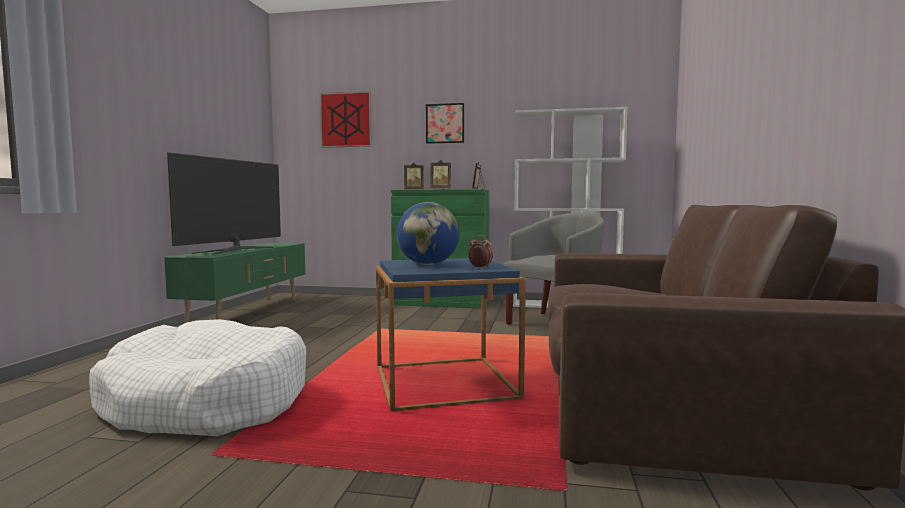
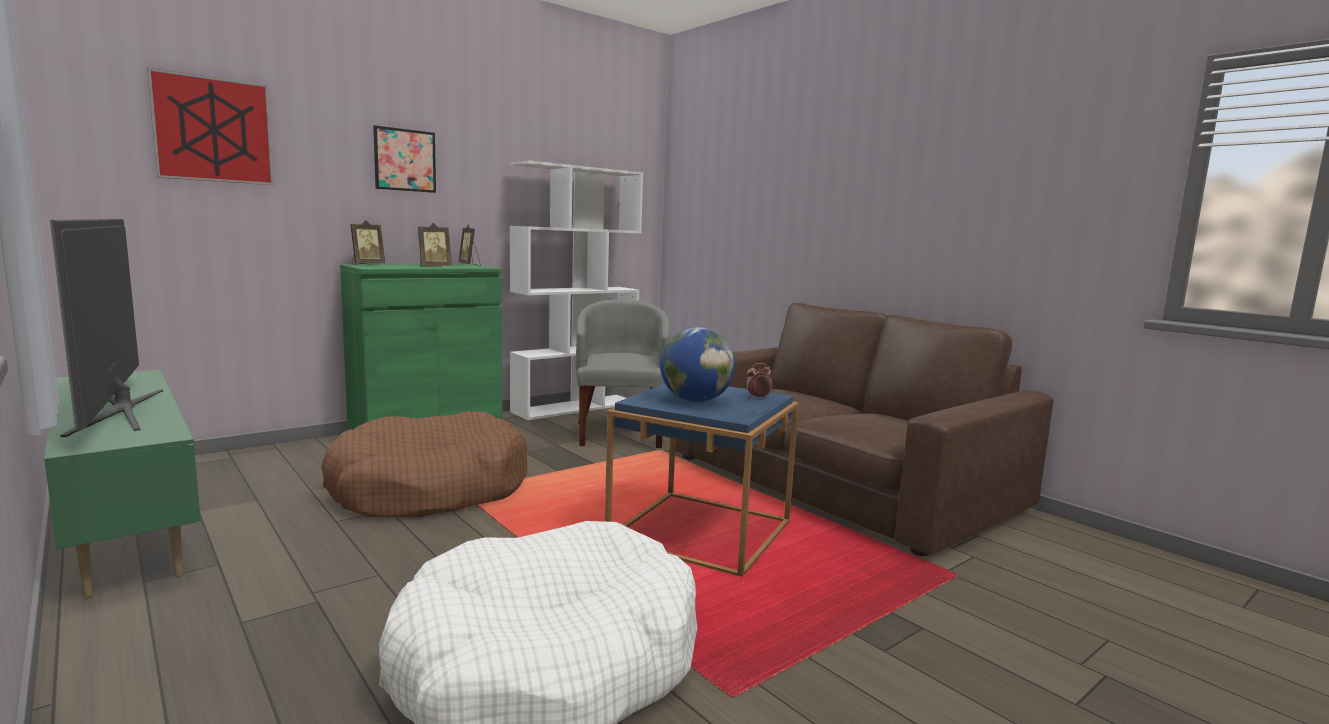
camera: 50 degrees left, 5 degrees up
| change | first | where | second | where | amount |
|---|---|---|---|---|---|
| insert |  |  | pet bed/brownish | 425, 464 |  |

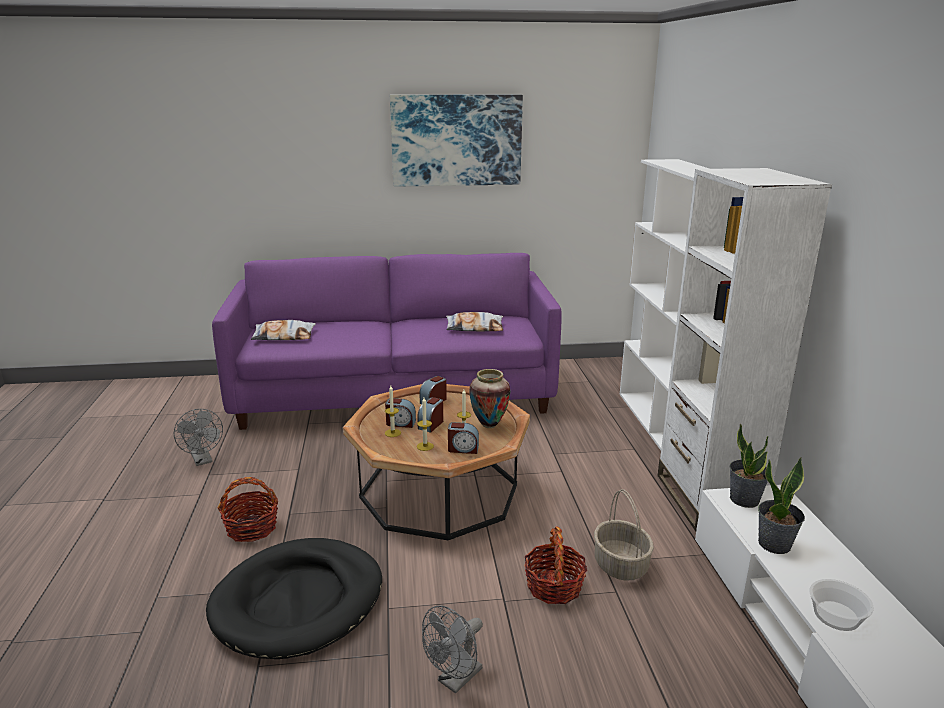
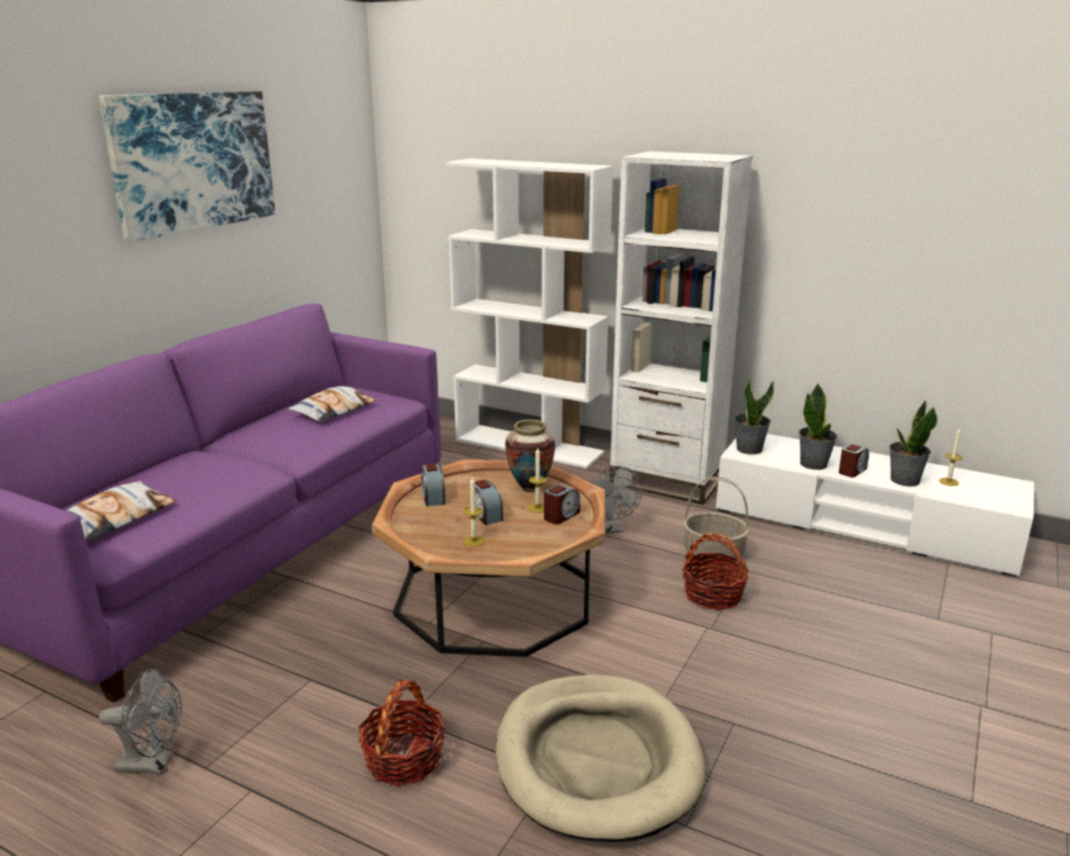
camera: 55 degrees left, 0 degrees up
| change | first | where | second | where | amount |
|---|---|---|---|---|---|
| recolor | pet bed/black-coloured | 294, 598 | pet bed/beige | 600, 758 |  |
| move | table clock | 400, 413 |  | 854, 460 |  |
| move | wax light | 425, 424 |  | 950, 456 |  |
| move | electric fan/greyish | 452, 650 |  | 617, 500 |  |
| replace | bowl | 842, 605 | potted plant | 913, 443 |  |

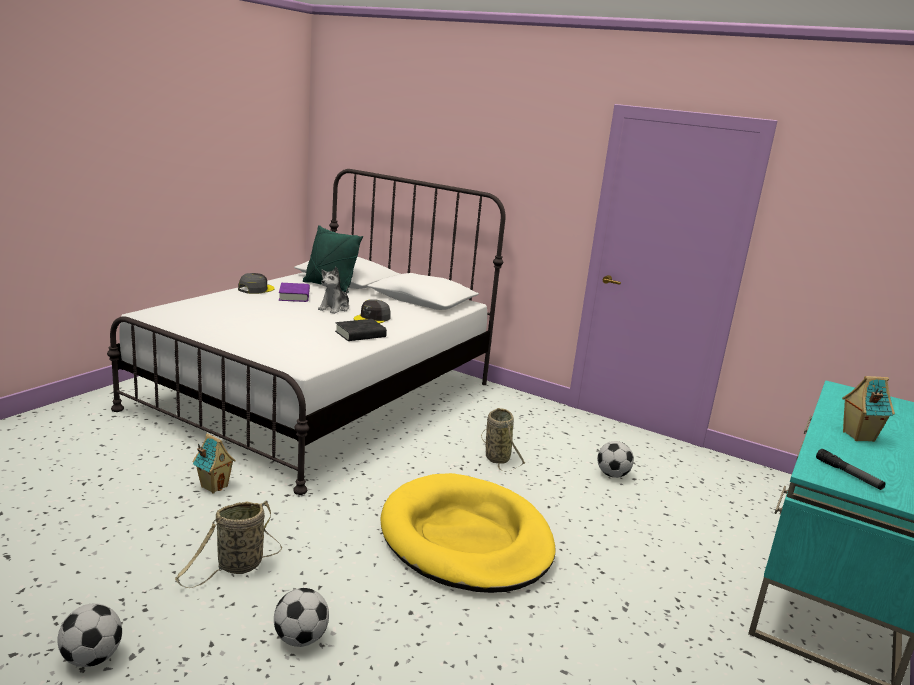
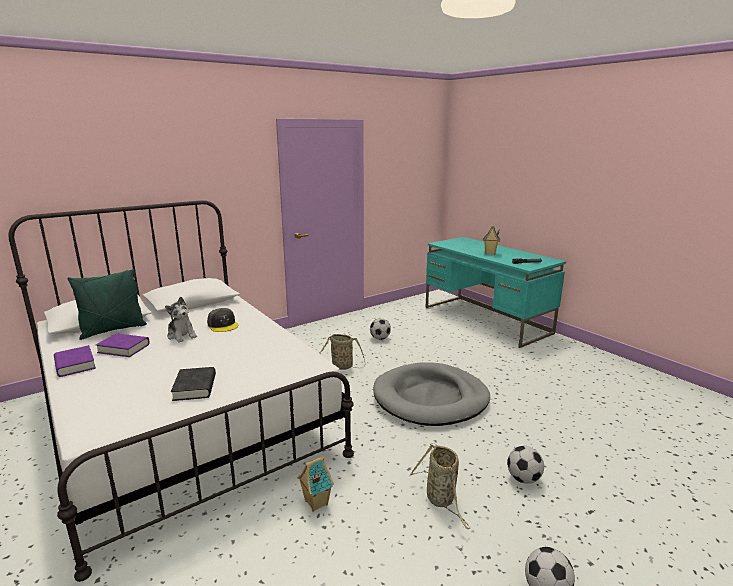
camera: 65 degrees left, 0 degrees up
| change | first | where | second | where | amount |
|---|---|---|---|---|---|
| replace | baseball cap/greyish | 256, 283 | volume/purple-coloured | 75, 361 |  |
| move | volume/black-coloured | 361, 330 |  | 193, 384 |  |
| recolor | pet bed/yellowish | 468, 533 | pet bed/greyish | 431, 394 |  |

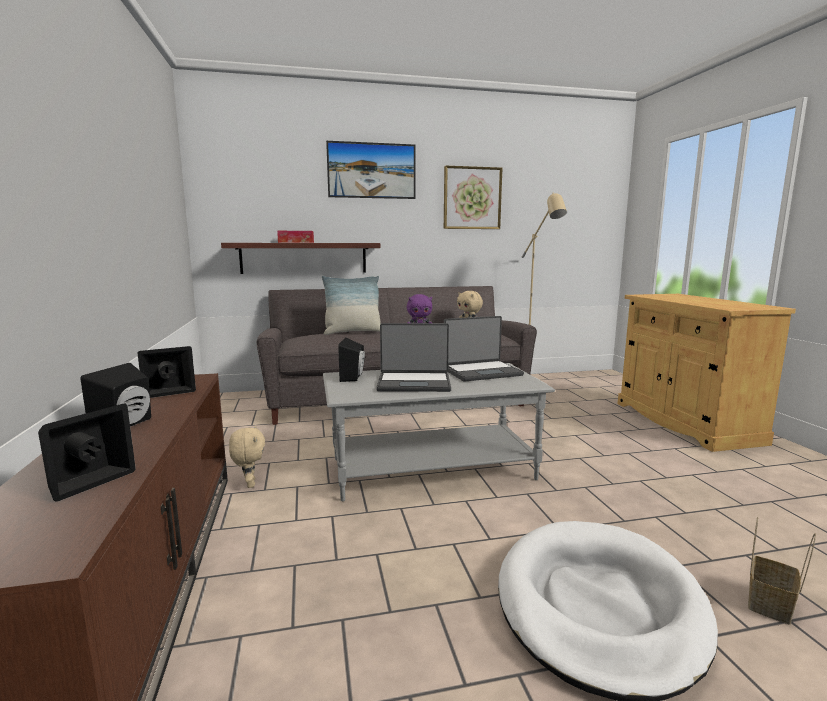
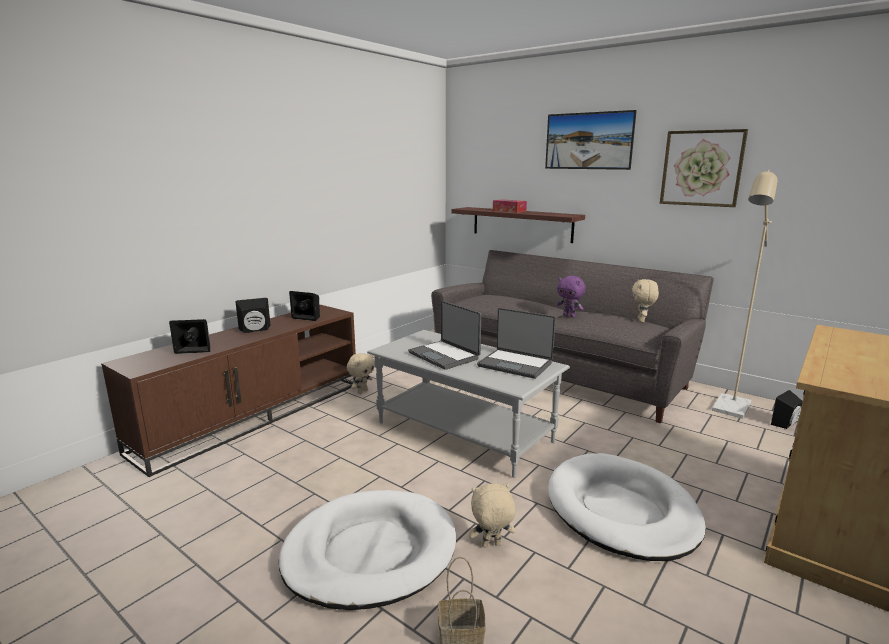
camera: 50 degrees right, 5 degrees up
| change | first | where | second | where | amount |
|---|---|---|---|---|---|
| delete | pillow | 351, 305 |  |  |  |
| move | audio speaker/black-coloured | 351, 359 |  | 787, 409 |  |
| insert |  |  | soft toy/beige | 492, 515 |  |
| insert |  |  | pet bed/white | 627, 507 |  |

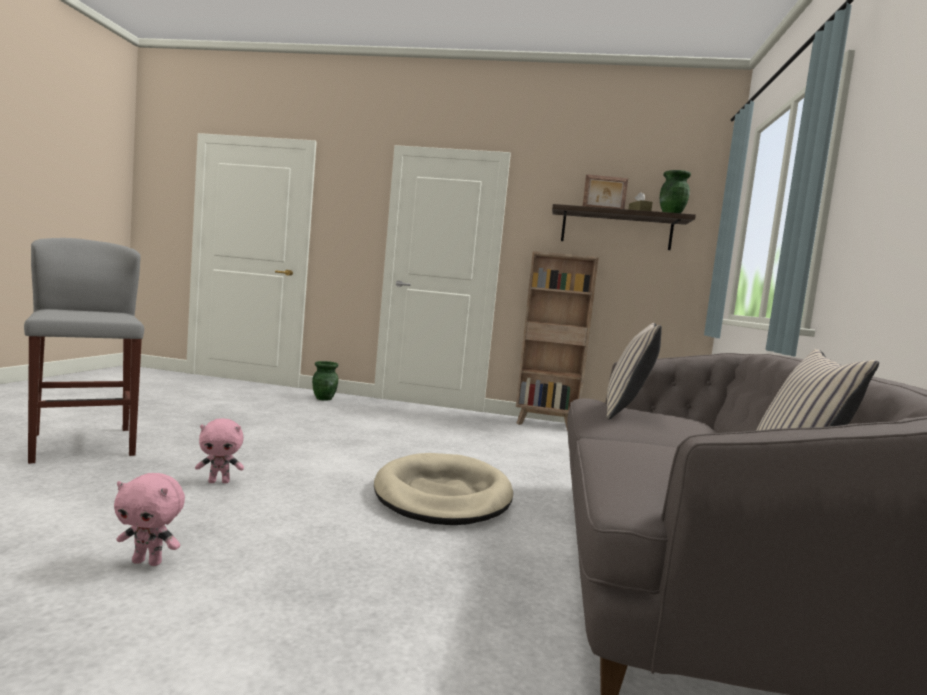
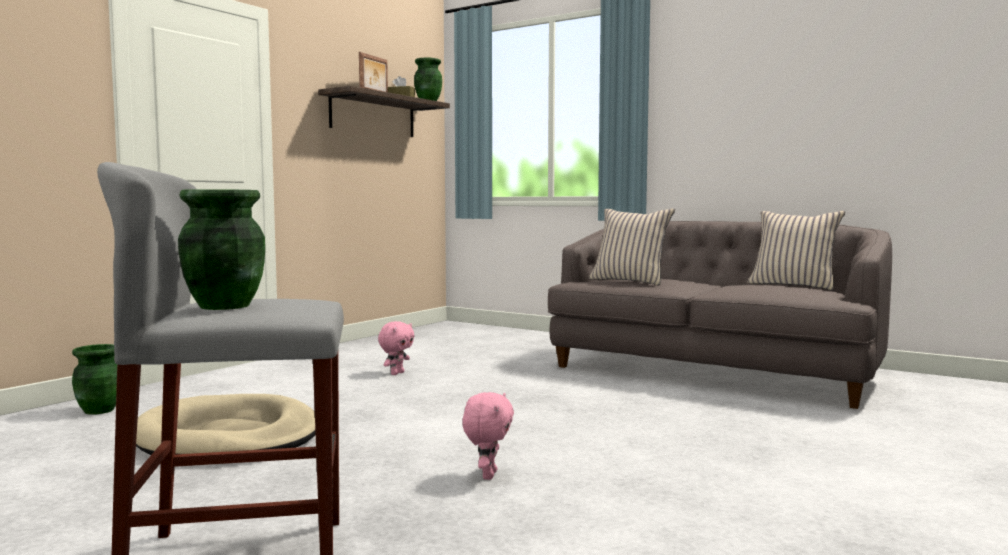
camera: 65 degrees left, 0 degrees up
| change | first | where | second | where | amount |
|---|---|---|---|---|---|
| move | soft toy/pink-coloured | 149, 519 |  | 396, 348 |  |
| move | pet bed/beige | 443, 489 |  | 226, 424 |  |
| delete | bookcase/brownish | 557, 340 |  |  |  |
| insert |  |  | flower vase/green | 221, 249 |  |

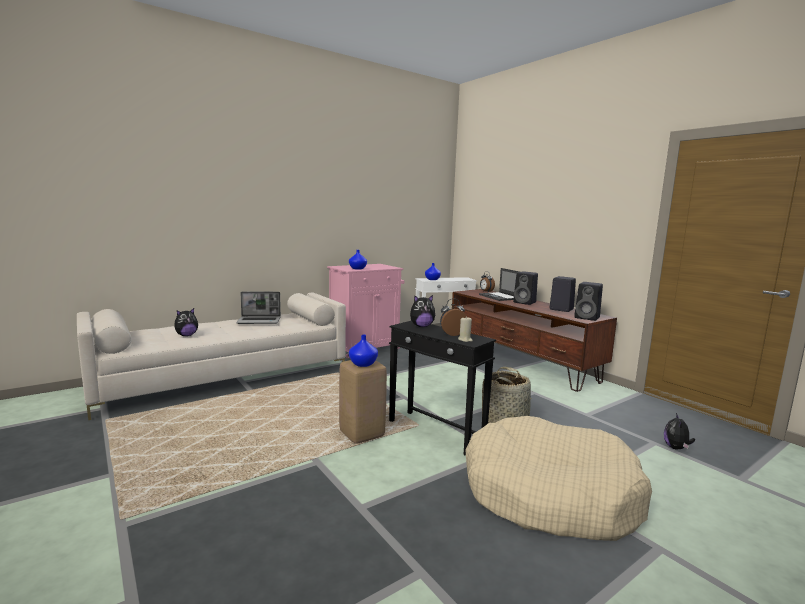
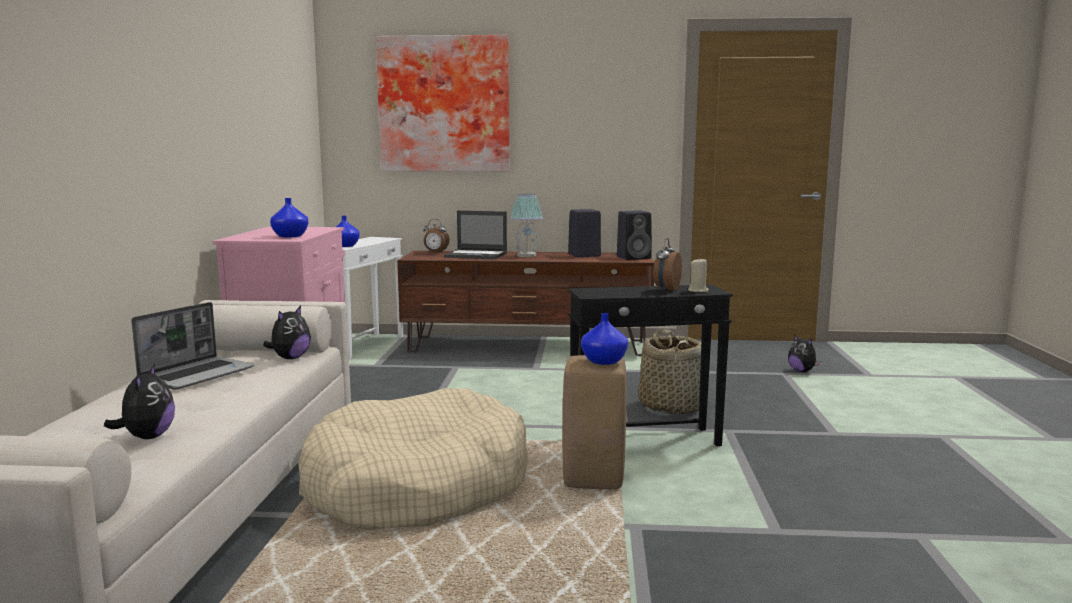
camera: 50 degrees left, 0 degrees up
| change | first | where | second | where | amount |
|---|---|---|---|---|---|
| move | soft toy | 422, 311 |  | 287, 332 |  |
| move | pet bed/beige | 558, 478 |  | 413, 459 |  |
| replace | audio speaker/black-coloured | 525, 288 | lamp for a table | 526, 225 |  |
| insert |  |  | wall art | 443, 103 |  |

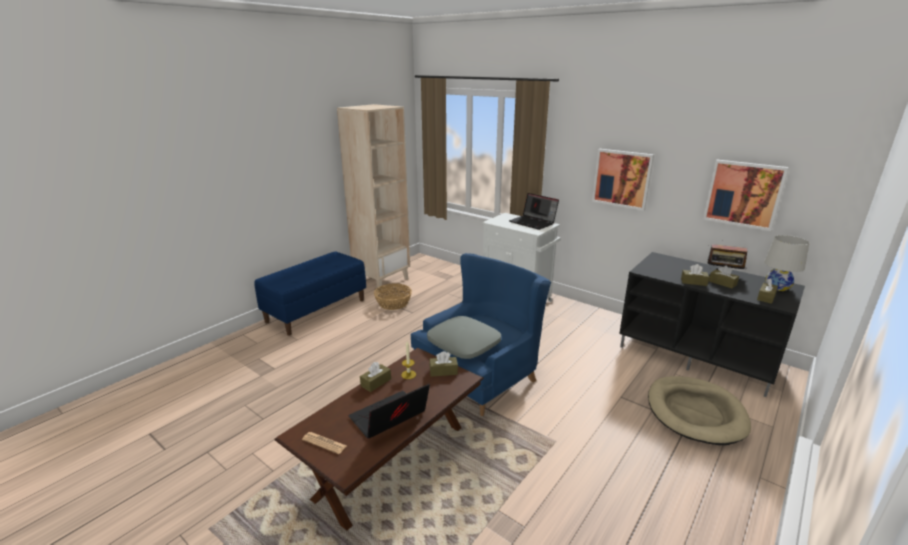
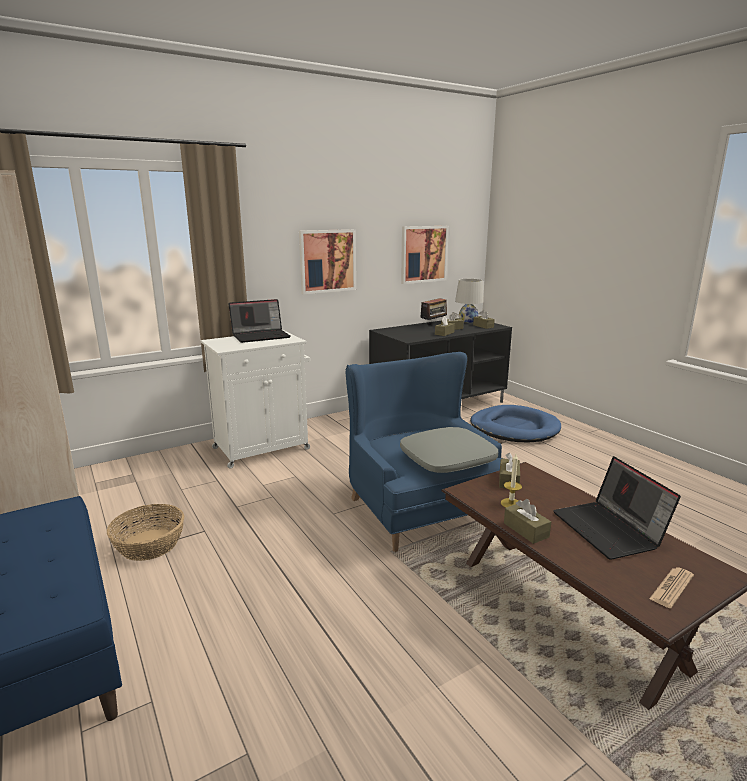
camera: 70 degrees left, 5 degrees down
| change | first | where | second | where | amount |
|---|---|---|---|---|---|
| recolor | pet bed/beige | 699, 410 | pet bed/blue-coloured | 515, 423 |  |

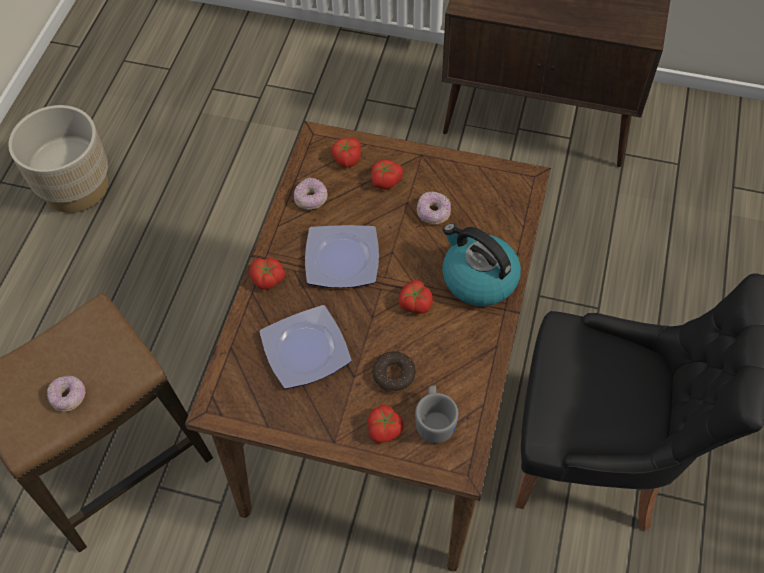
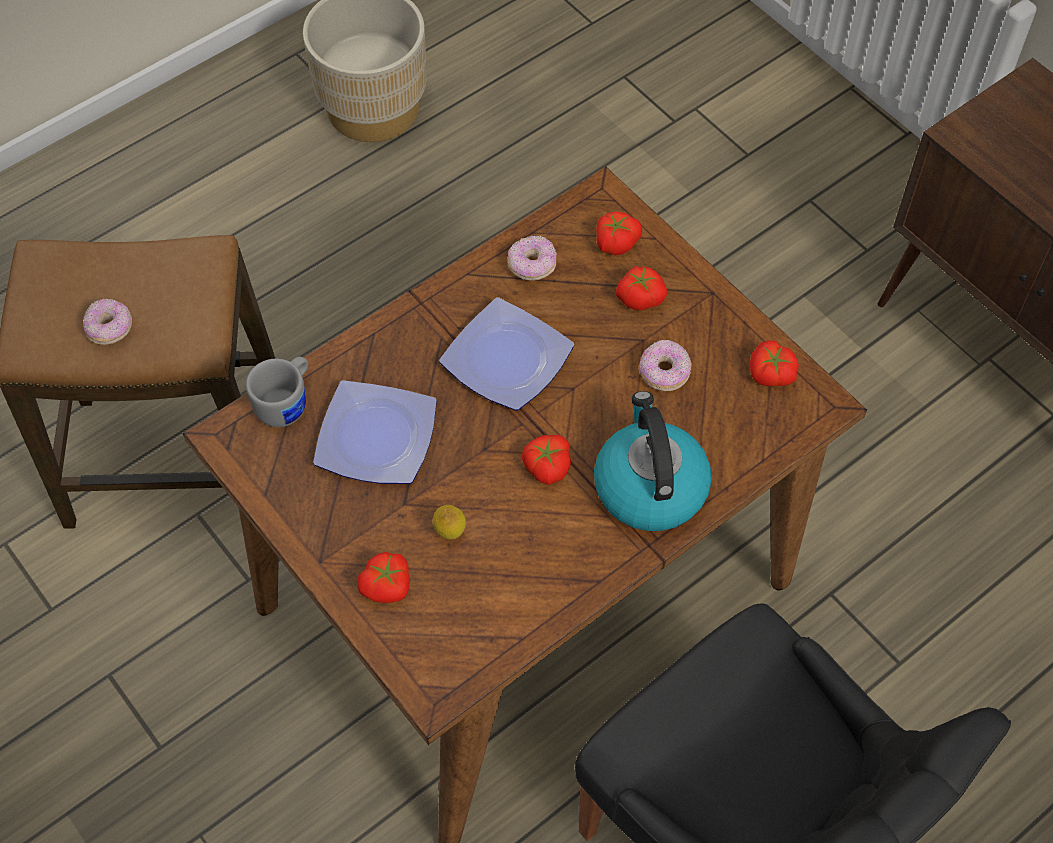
camera: 35 degrees right, 0 degrees up
| change | first | where | second | where | amount |
|---|---|---|---|---|---|
| move | whole tomato | 268, 274 |  | 774, 363 |  |
| replace | doughnut | 394, 372 | lemon | 449, 522 |  |
| move | tea mug/greyish | 436, 414 |  | 277, 392 |  |

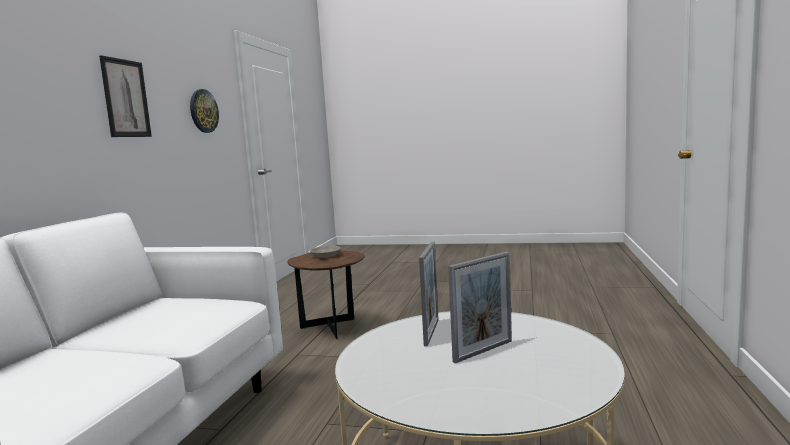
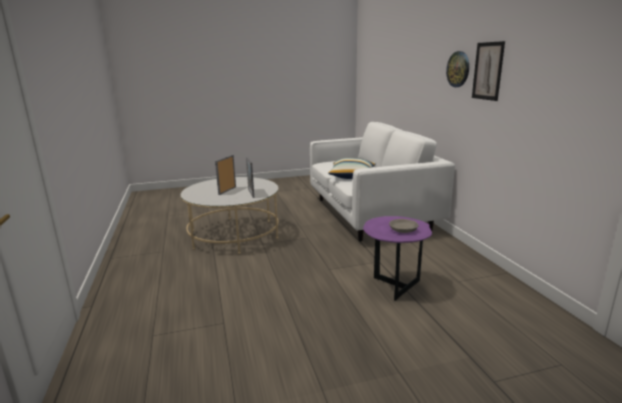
camera: 150 degrees right, 10 degrees up
| change | first | where | second | where | amount |
|---|---|---|---|---|---|
| move | hanging clock | 204, 111 |  | 457, 69 |  |
| recolor | accent table/brownish | 326, 295 | accent table/purple-coloured | 397, 258 |  |
| insert |  |  | pillow | 352, 168 |  |

